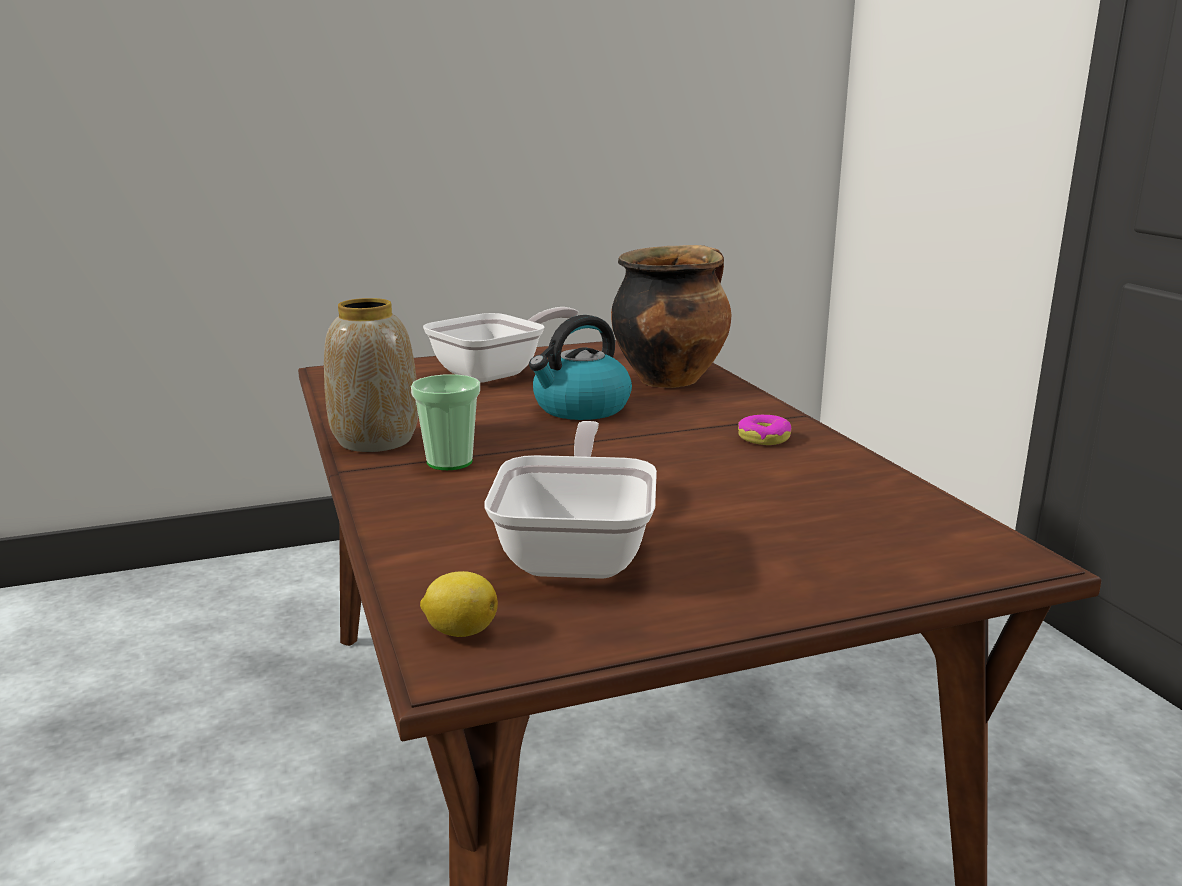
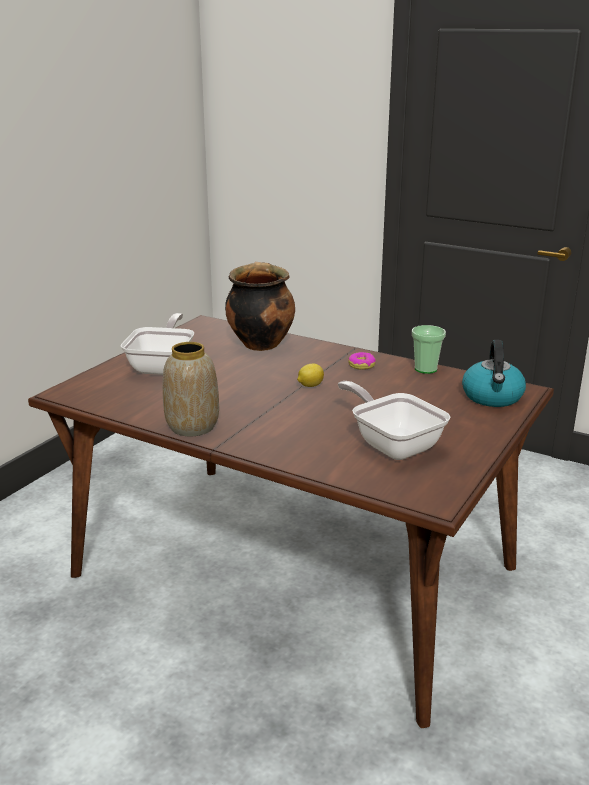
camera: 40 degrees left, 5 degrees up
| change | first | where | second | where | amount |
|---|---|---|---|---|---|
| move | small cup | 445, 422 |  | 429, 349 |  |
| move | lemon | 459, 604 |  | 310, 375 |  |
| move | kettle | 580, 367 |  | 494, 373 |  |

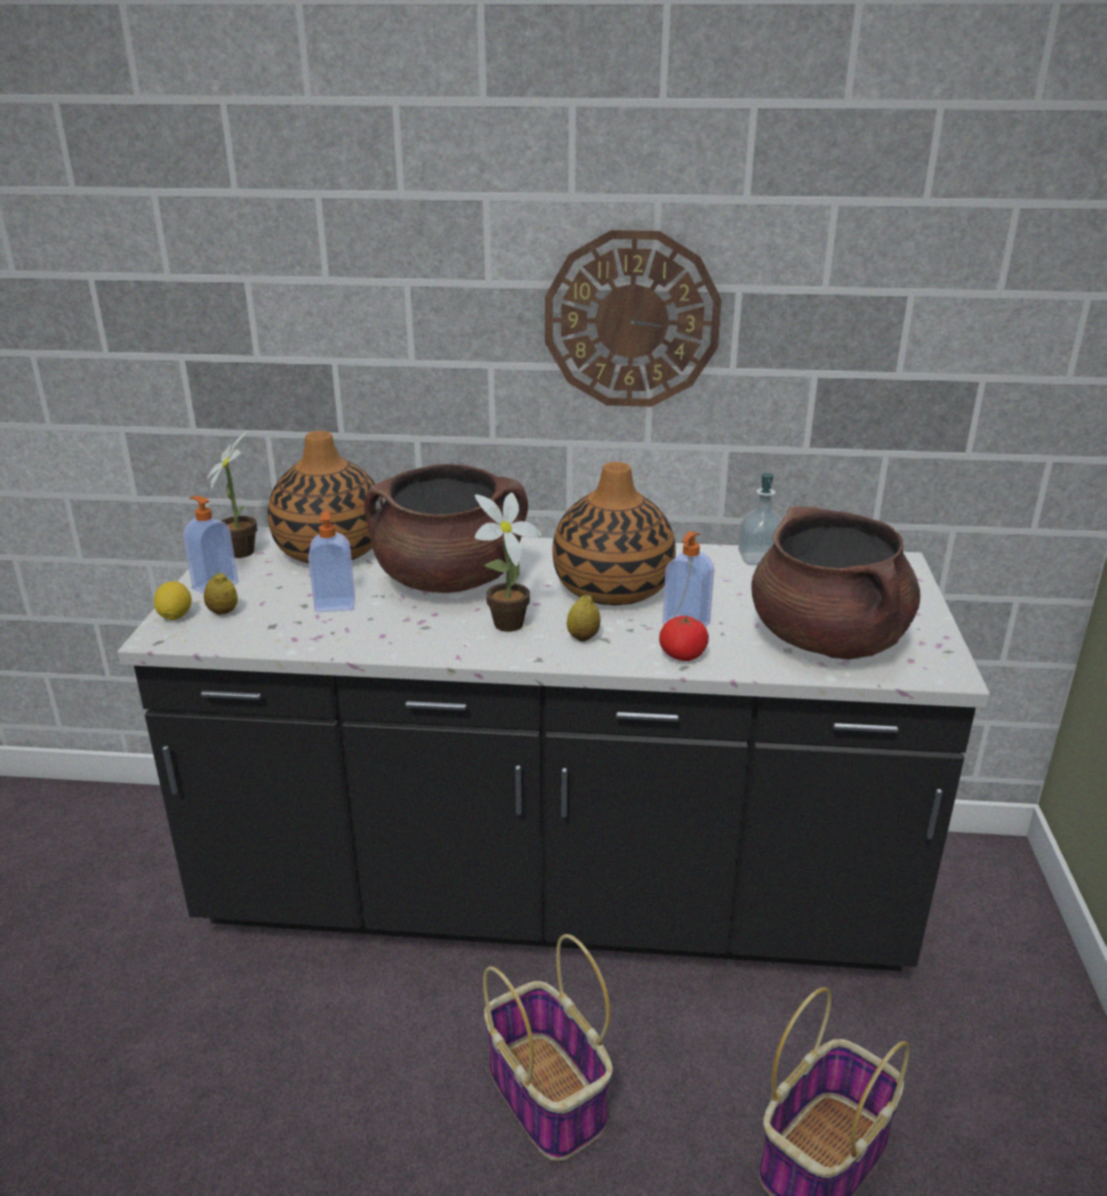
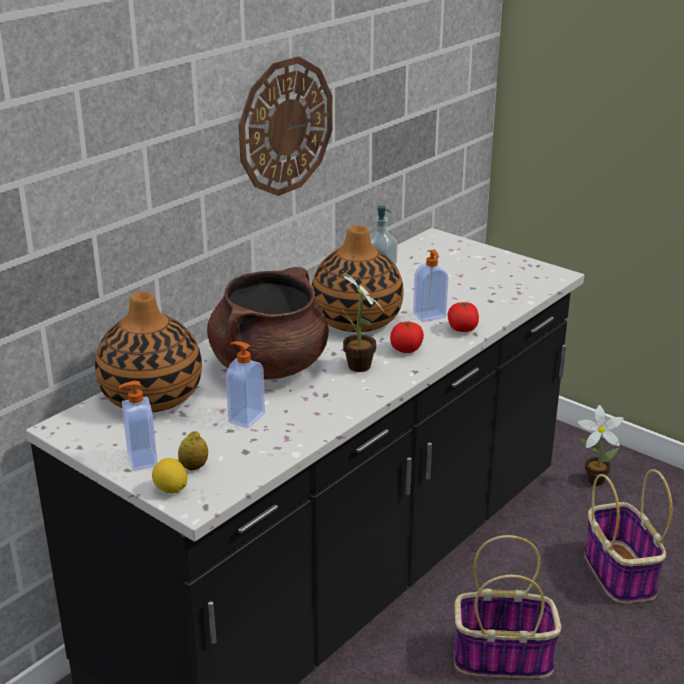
camera: 55 degrees left, 0 degrees up
| change | first | where | second | where | amount |
|---|---|---|---|---|---|
| move | potted plant | 231, 494 |  | 601, 445 |  |
| replace | lemon | 584, 618 | whole tomato | 407, 337 |  |
| delete | stockpot/brownish | 835, 583 |  |  |  |

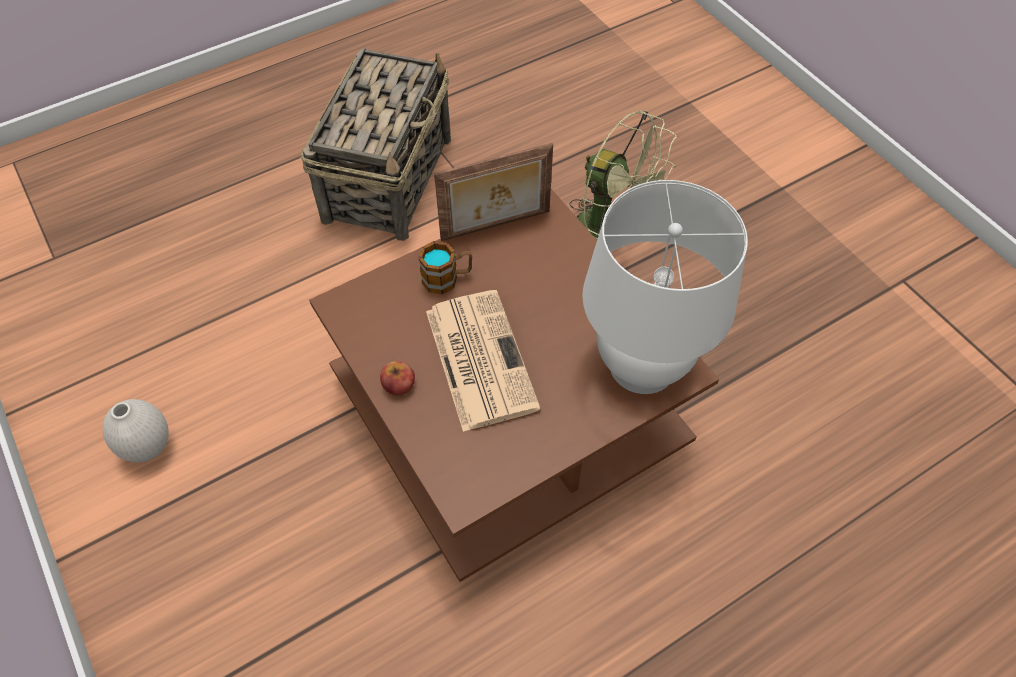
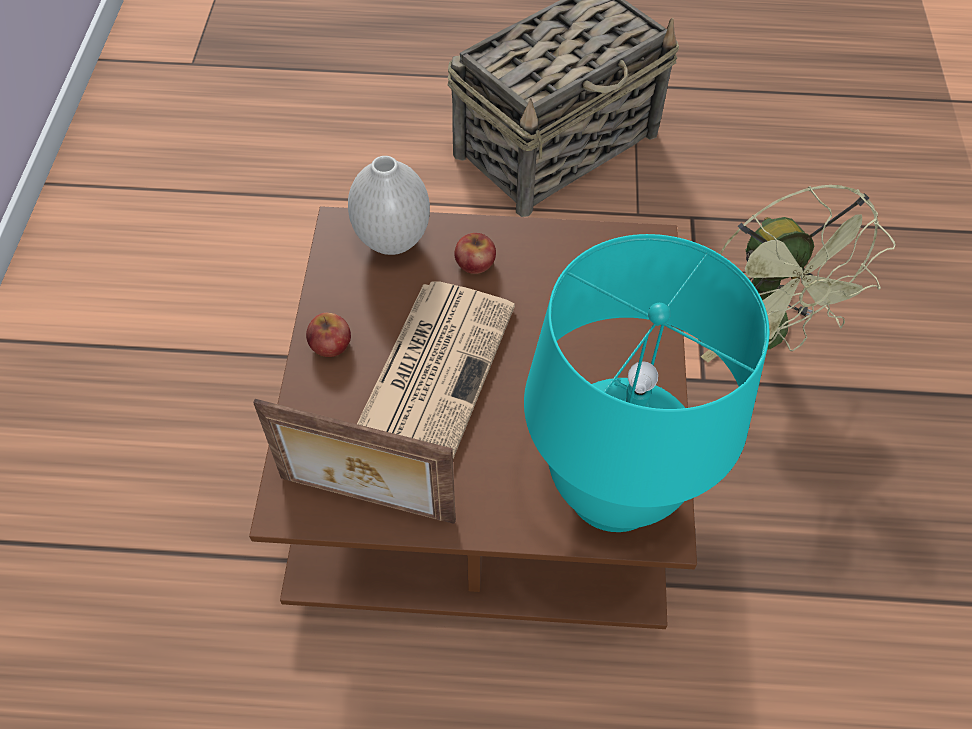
camera: 35 degrees right, 0 degrees up
| change | first | where | second | where | amount |
|---|---|---|---|---|---|
| move | flower vase/white | 136, 430 |  | 389, 205 |  |
| replace | tea mug | 445, 267 | apple | 475, 253 |  |
| move | photo frame | 493, 192 |  | 354, 461 |  |
| recolor | lamp for a table/white | 665, 287 | lamp for a table/turquoise-coloured | 647, 383 |  |

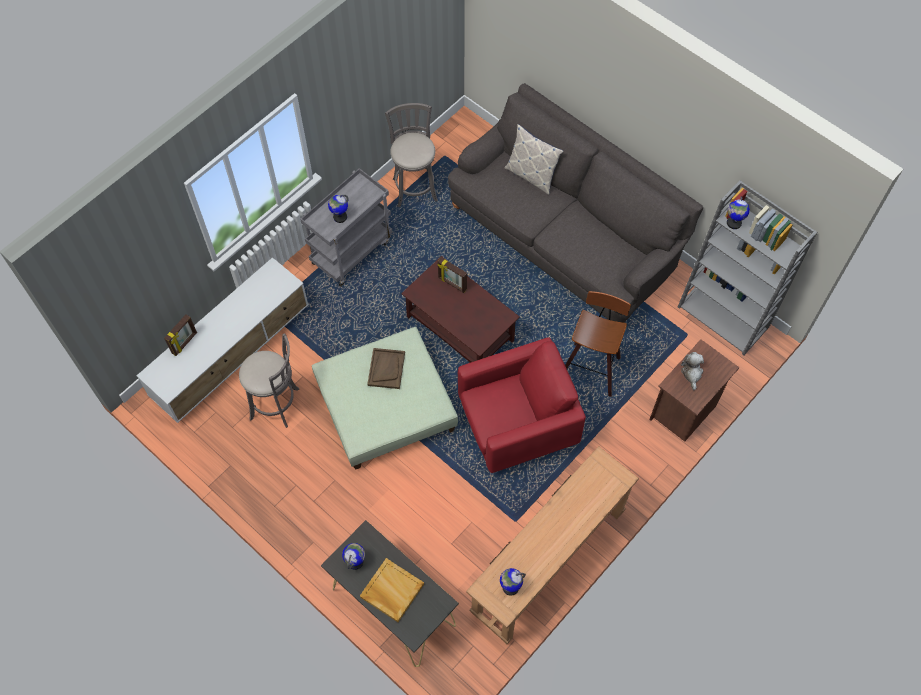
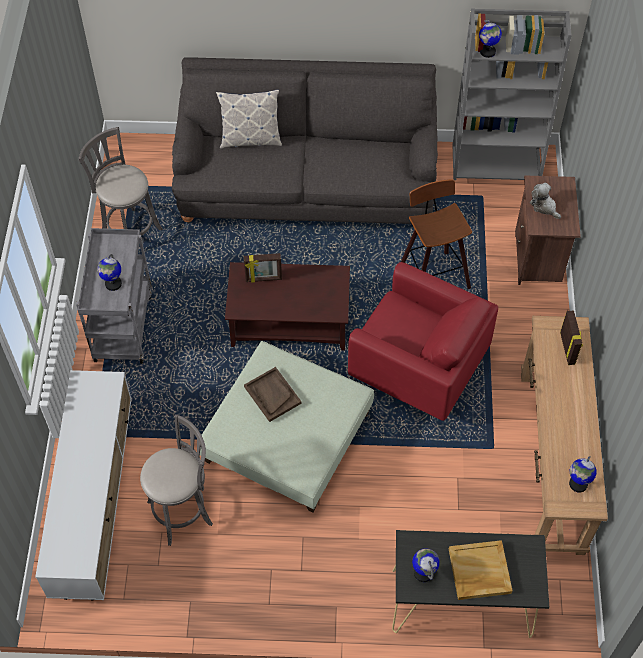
camera: 40 degrees left, 5 degrees down
| change | first | where | second | where | amount |
|---|---|---|---|---|---|
| move | photo frame | 180, 335 |  | 571, 337 |  |
| rotate | armchair/red-coloured | 522, 405 |  | 423, 341 | 90 degrees clockwise |

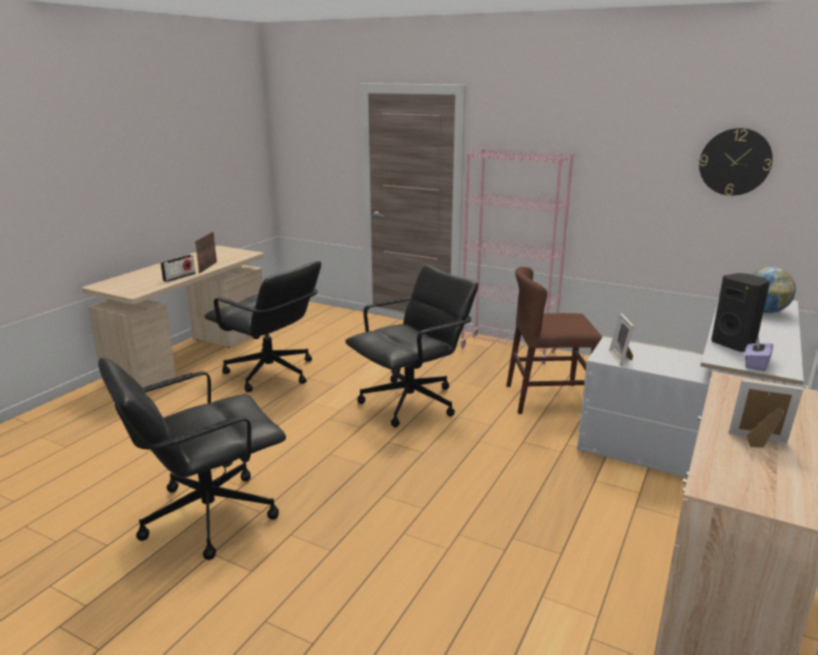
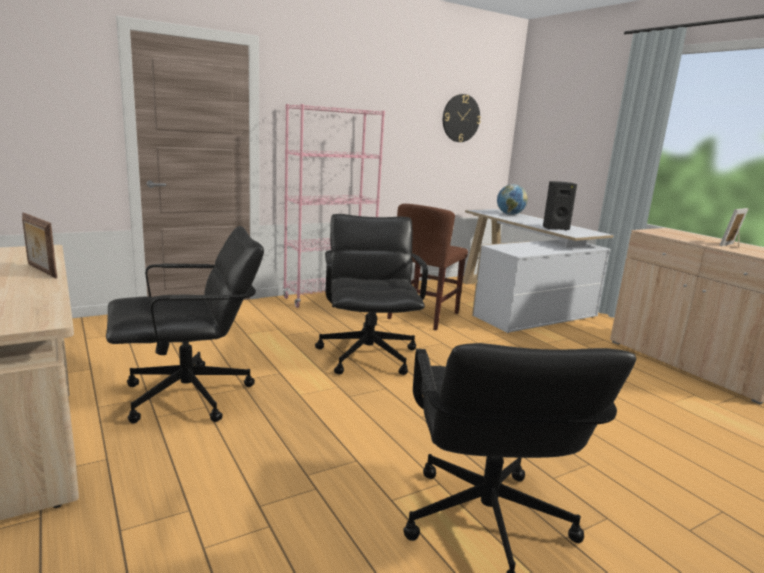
camera: 60 degrees left, 5 degrees down
| change | first | where | second | where | amount |
|---|---|---|---|---|---|
| delete | radio | 177, 268 |  |  |  |
| delete | photo frame | 621, 339 |  |  |  |
| delete | tissue holder/purple-coloured | 759, 353 |  |  |  |

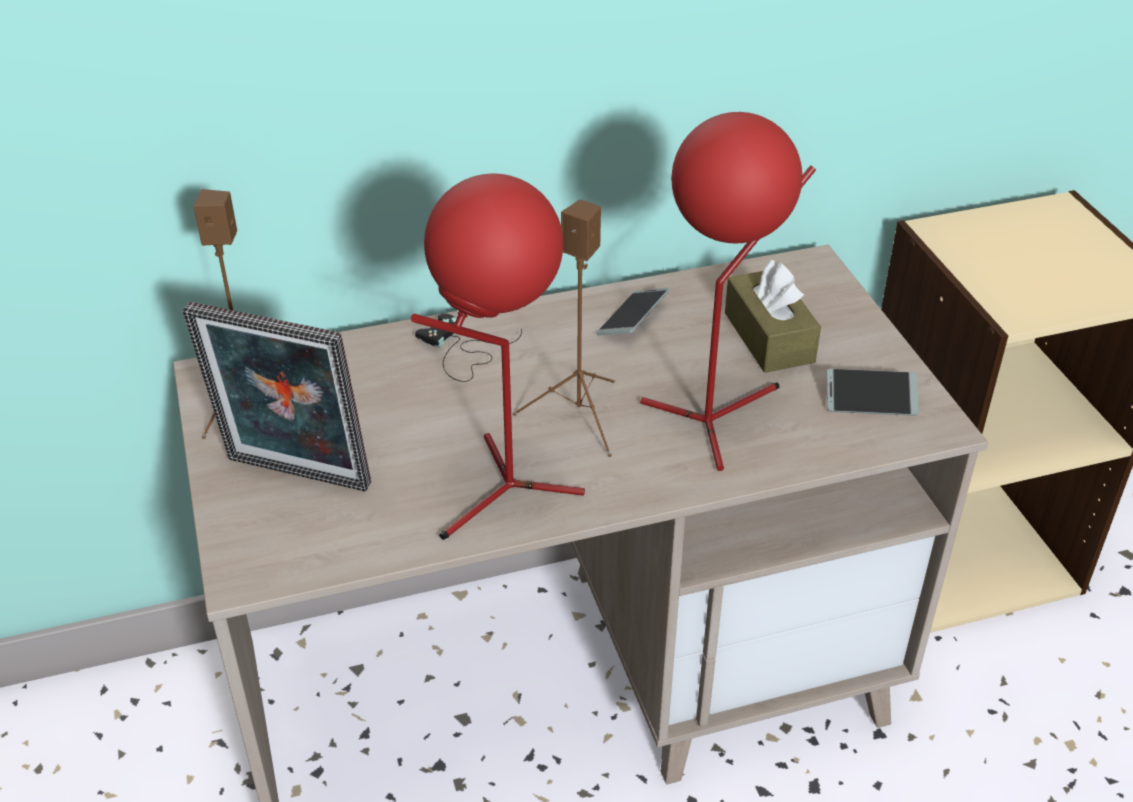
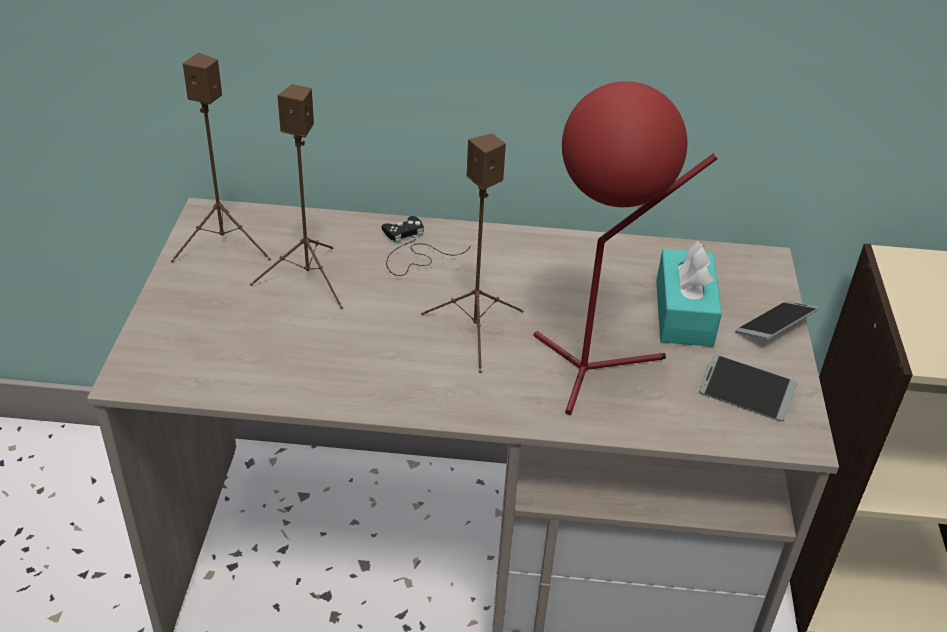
camera: 20 degrees right, 0 degrees up
| change | first | where | second | where | amount |
|---|---|---|---|---|---|
| delete | photo frame | 276, 397 |  |  |  |
| delete | lamp for a table/red-coloured | 498, 357 |  |  |  |
| move | handset | 633, 311 |  | 777, 320 |  |
| recolor | tissue holder/brownish | 773, 316 | tissue holder/turquoise-coloured | 689, 294 |  |
| insert |  |  | audio speaker/brownish | 296, 196 |  |

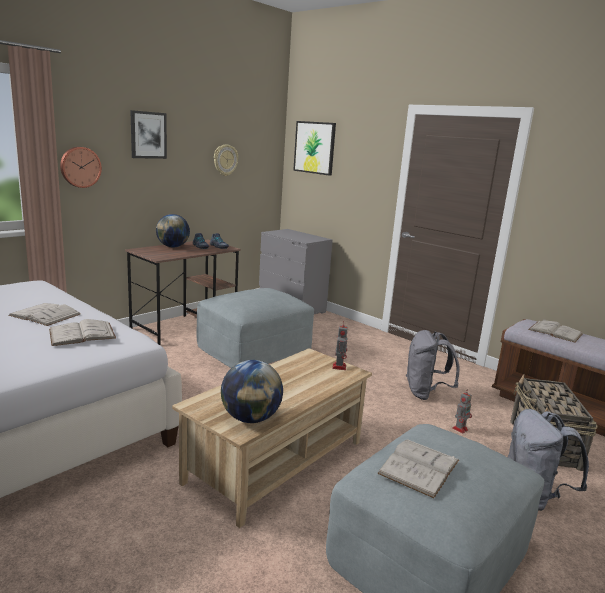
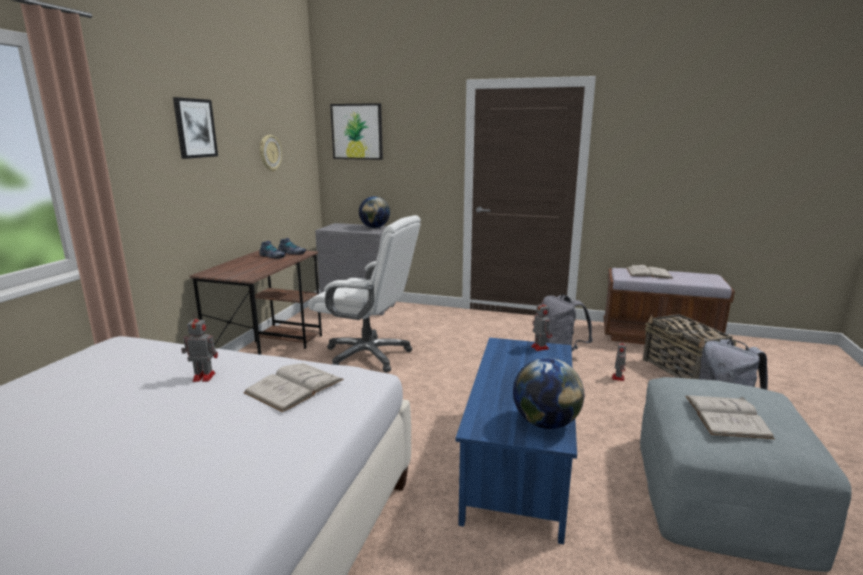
camera: 25 degrees left, 0 degrees up
| change | first | where | second | where | amount |
|---|---|---|---|---|---|
| replace | volume/white | 44, 314 | toy robot | 199, 347 |  |
| delete | hanging clock | 81, 167 |  |  |  |
| move | world globe | 173, 230 |  | 374, 212 |  |
| recolor | lounge table/beige | 272, 438 | lounge table/blue-coloured | 516, 441 |  |
| replace | pouffe/greyish | 255, 328 | office chair/white | 364, 293 |  |

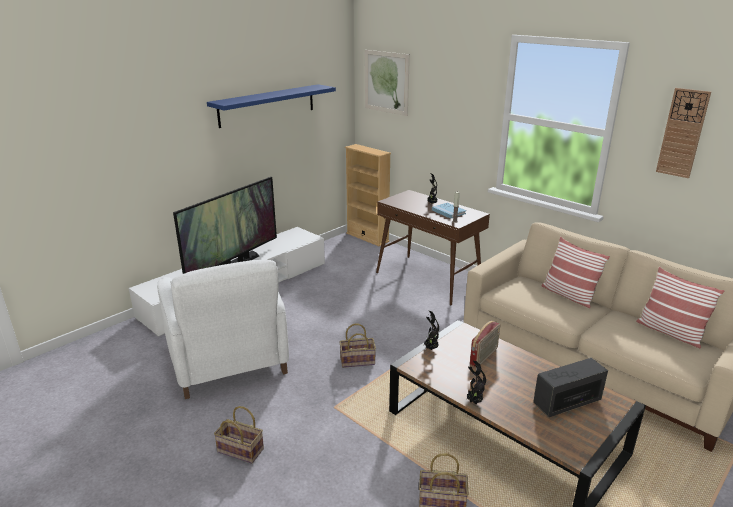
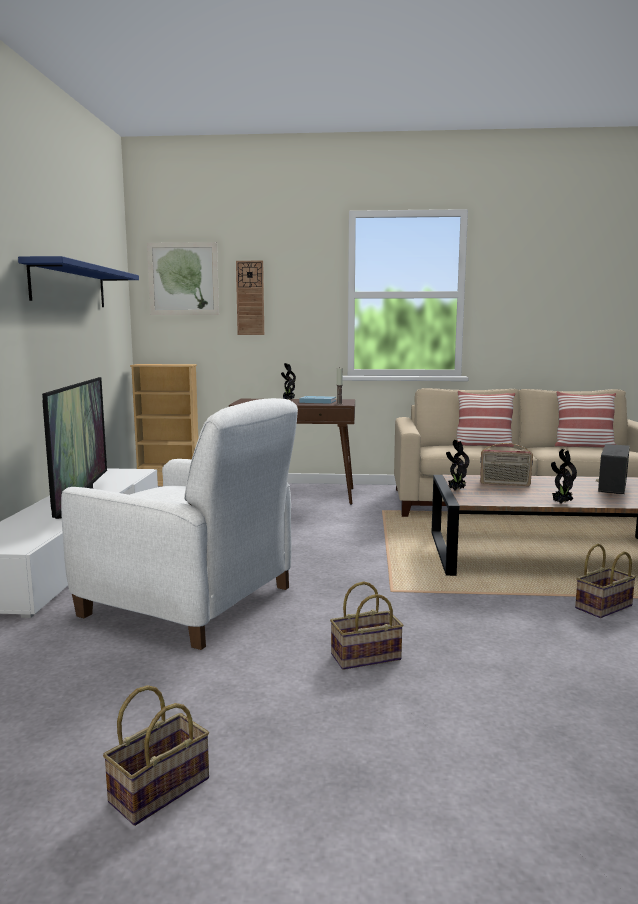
camera: 40 degrees left, 15 degrees down
| change | first | where | second | where | amount |
|---|---|---|---|---|---|
| move | household basket | 357, 345 |  | 156, 755 |  |
| rotate | radio | 485, 344 |  | 506, 464 | 105 degrees clockwise |
| move | hanging clock | 683, 133 |  | 250, 298 |  |

